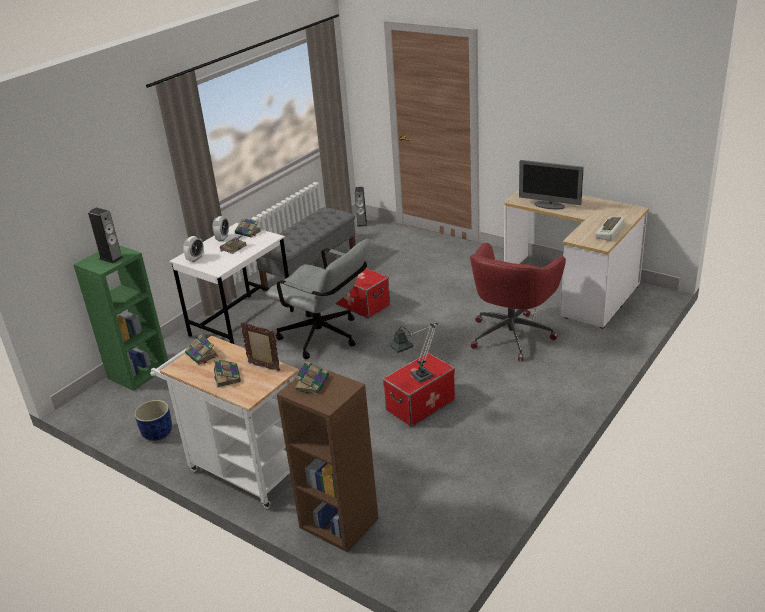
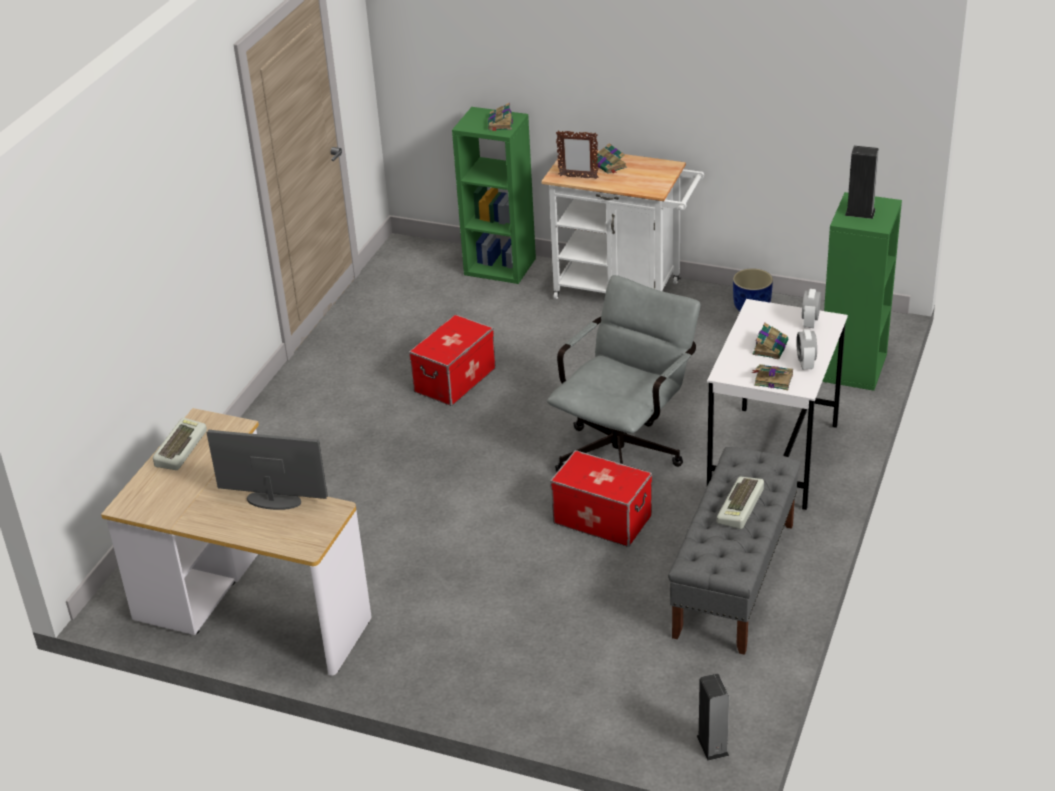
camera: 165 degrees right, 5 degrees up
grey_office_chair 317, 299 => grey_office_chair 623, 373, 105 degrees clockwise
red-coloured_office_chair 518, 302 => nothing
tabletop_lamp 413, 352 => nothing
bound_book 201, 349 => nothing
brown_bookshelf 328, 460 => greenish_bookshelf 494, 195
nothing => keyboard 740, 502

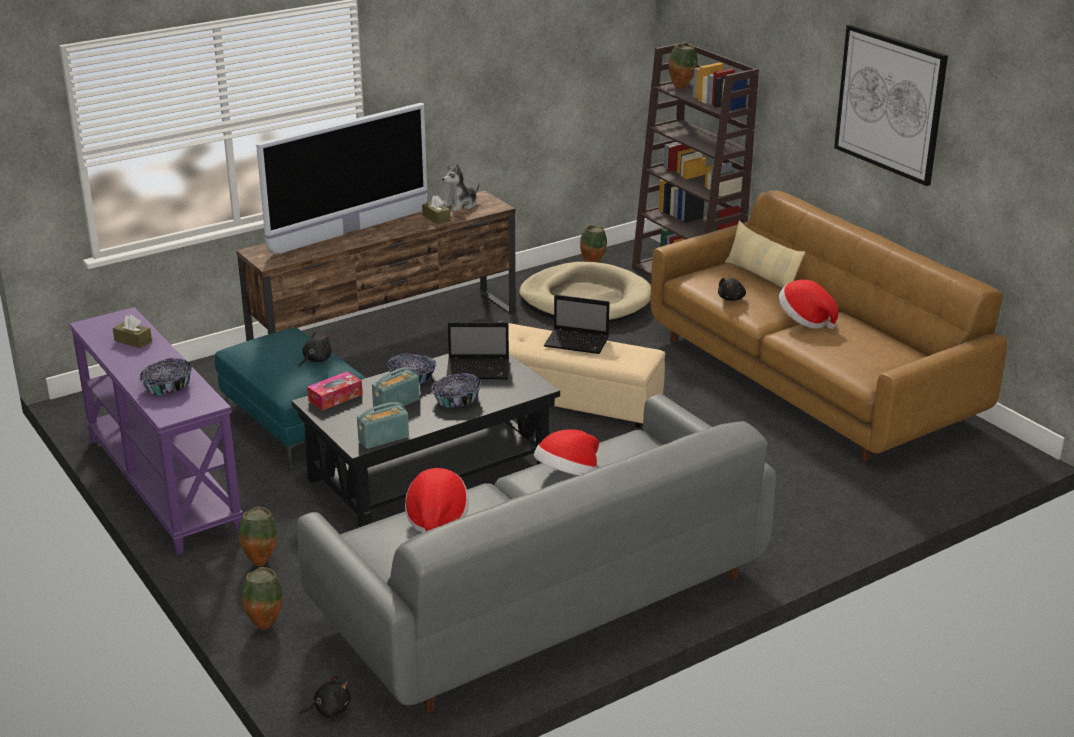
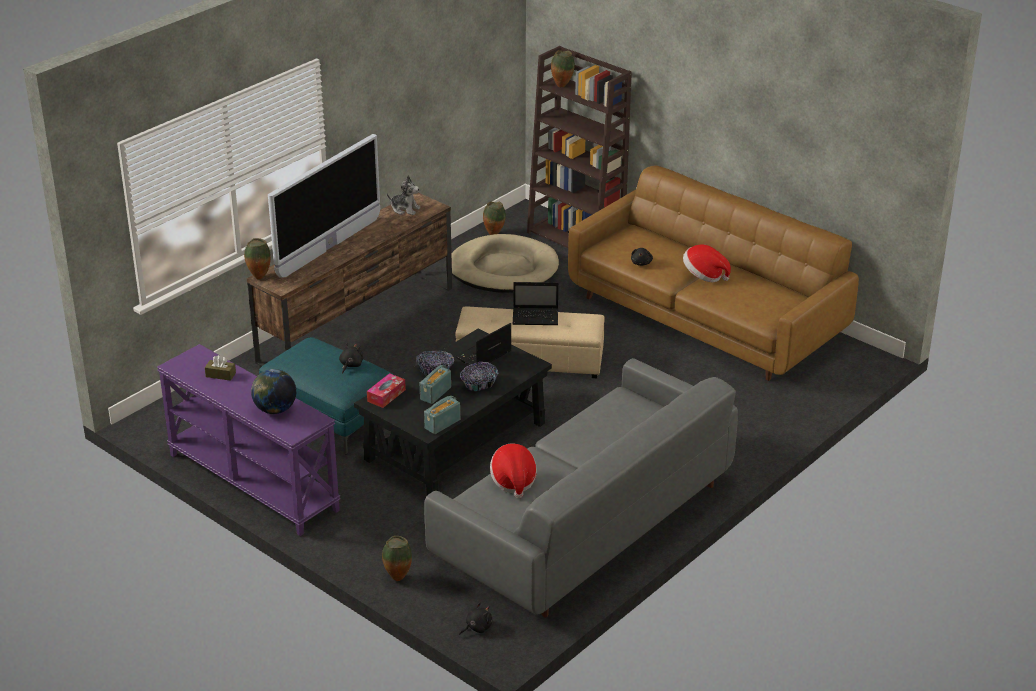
camera: 15 degrees left, 5 degrees up
wall_art 891, 105 => nothing
plush_toy 461, 188 => plush_toy 404, 195, 105 degrees counterclockwise
brown_box_of_tissues 436, 209 => nothing
beige_pillow 765, 254 => nothing
portable_computer 477, 350 => portable_computer 483, 344, 150 degrees clockwise
serving_bowl 165, 376 => globe 273, 391
hat 566, 452 => nothing
flower_vase 257, 536 => flower_vase 257, 259, relocated

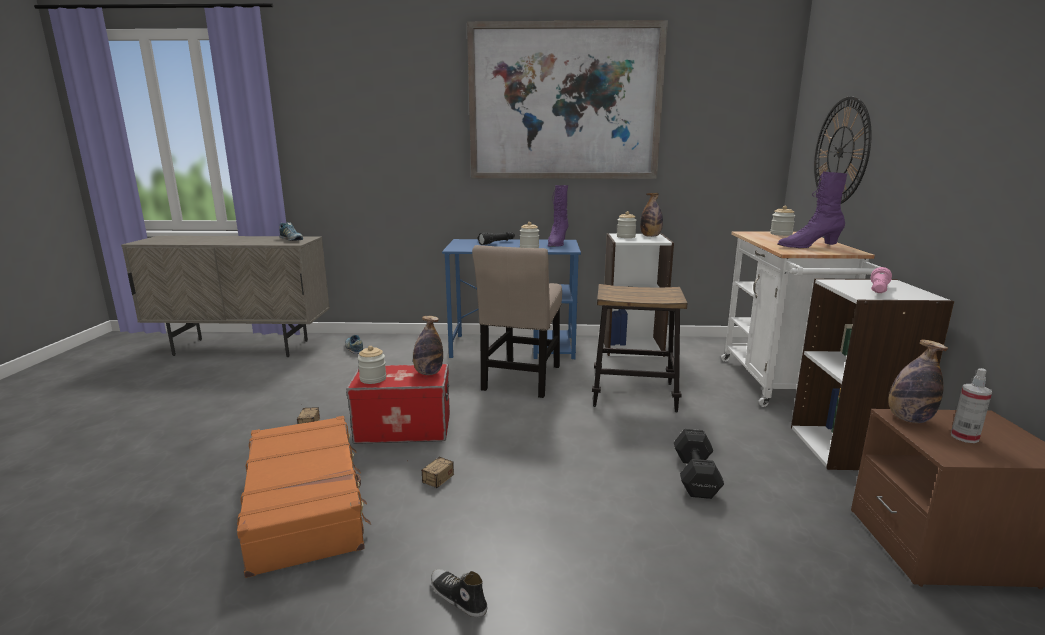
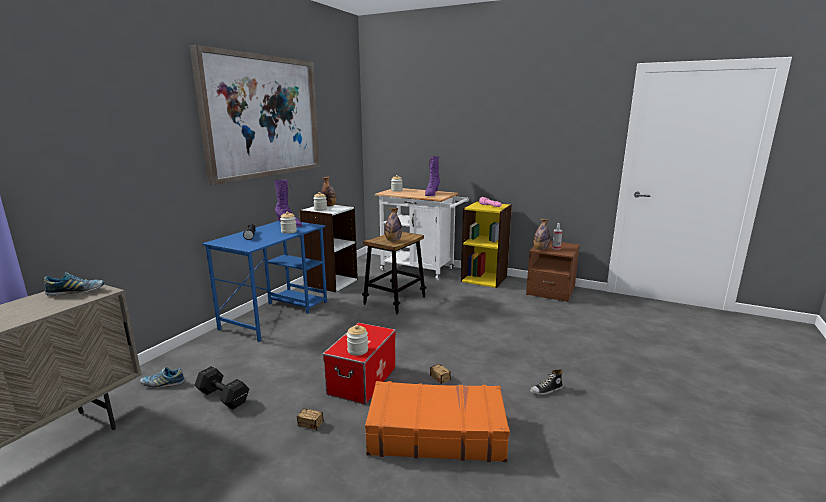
camera: 65 degrees left, 0 degrees up
clock_on_the_wall 843, 150 => nothing
beige_upright_chair 517, 321 => nothing
white-coloured_bookshelf 872, 374 => yellow-coloured_bookshelf 486, 244
beverage_bottle 428, 345 => beverage_bottle 393, 224, relocated
blackish_dumbbell 699, 464 => blackish_dumbbell 221, 388, relocated

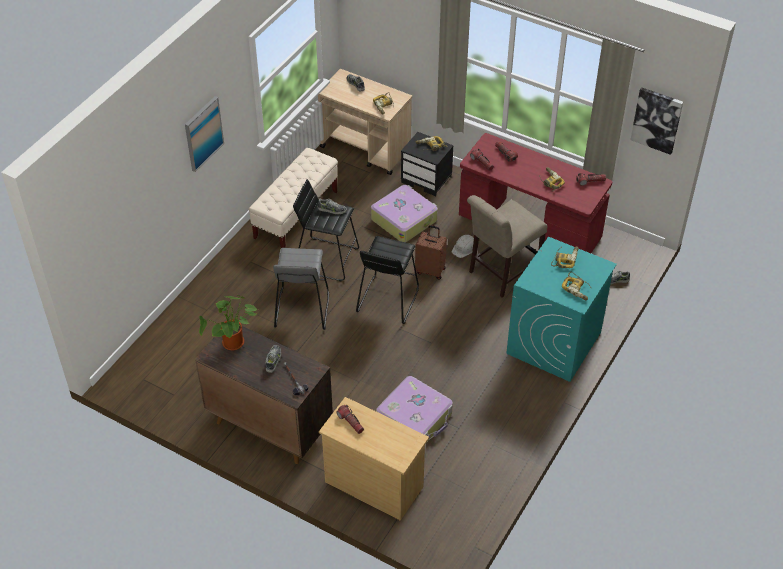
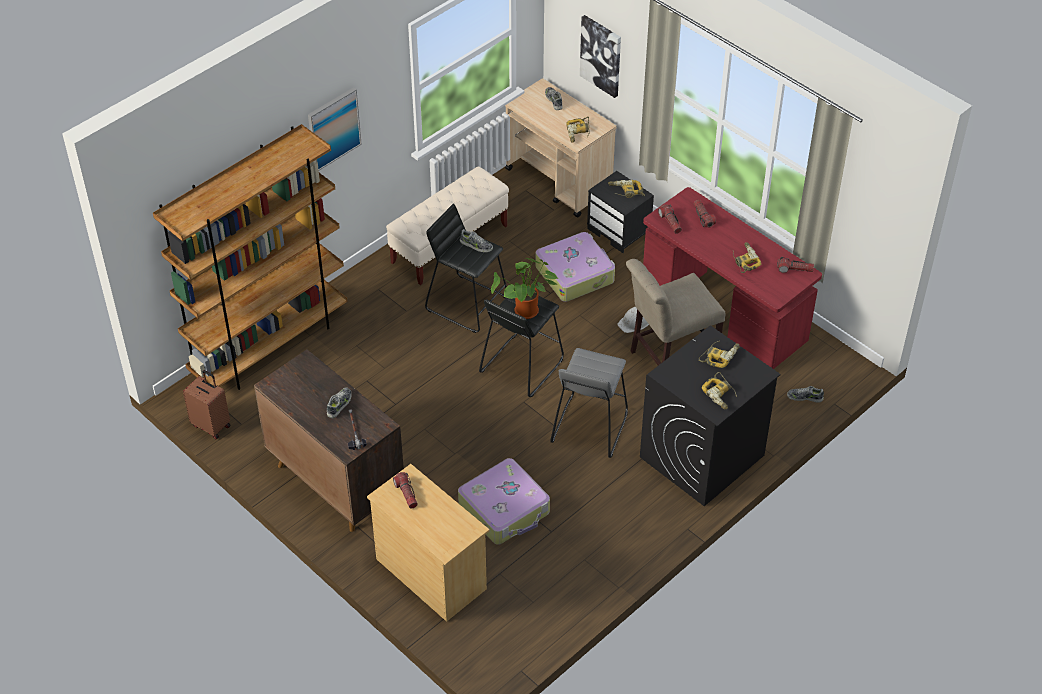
camera: 15 degrees right, 0 degrees up
wall_art 656, 121 => wall_art 600, 56, relocated
brown_piece_of_luggage 431, 252 => brown_piece_of_luggage 207, 404, relocated
turquoise-coloured_washing_machine 561, 309 => blackish_washing_machine 710, 416
grey_stool_seat 301, 289 => grey_stool_seat 589, 403, relocated
plant_in_a_pot 228, 322 => plant_in_a_pot 524, 288, relocated
nothing => brown_bookshelf 250, 257

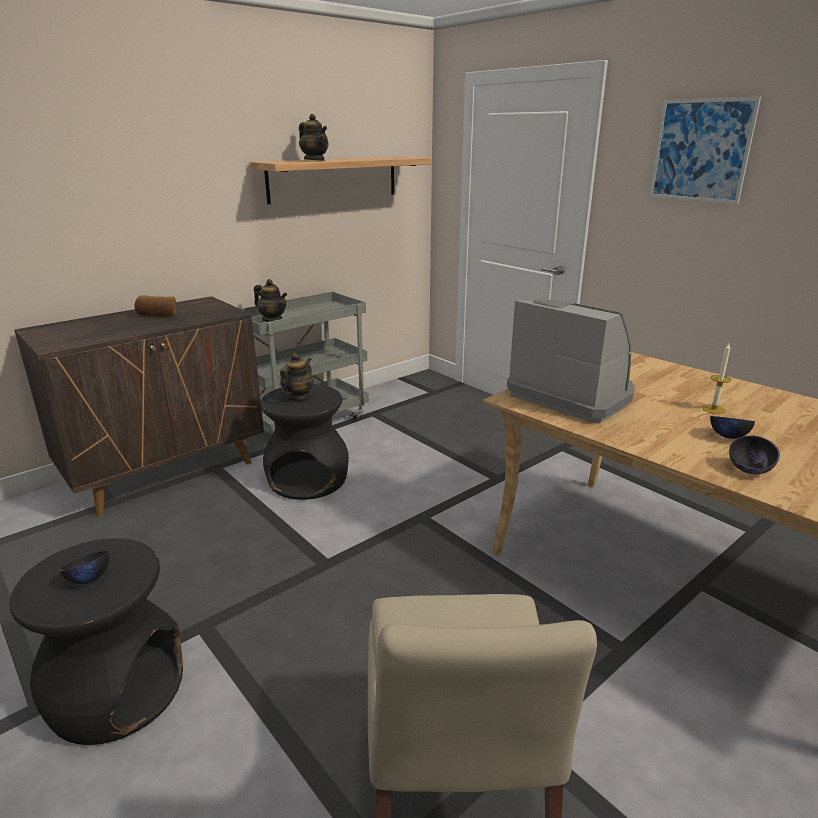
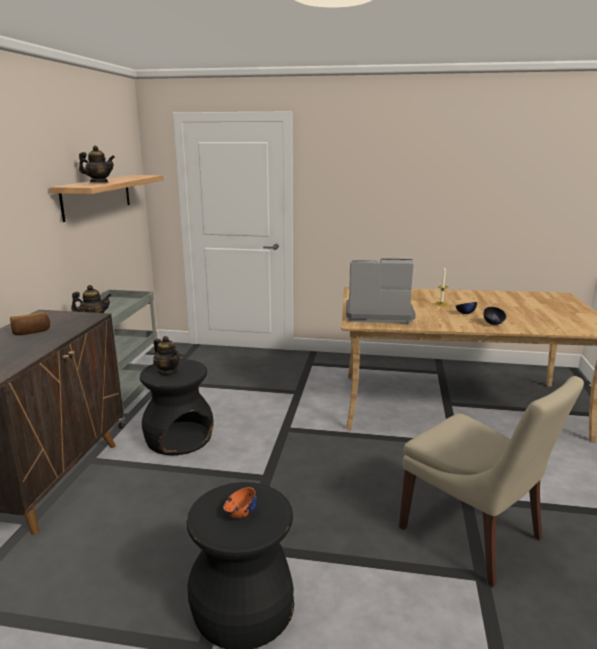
camera: 40 degrees left, 5 degrees down
wall_art 705, 150 => nothing
tea_pot 297, 377 => tea_pot 167, 355, 150 degrees clockwise
blackish_serving_bowl 84, 567 => orangey_serving_bowl 240, 502

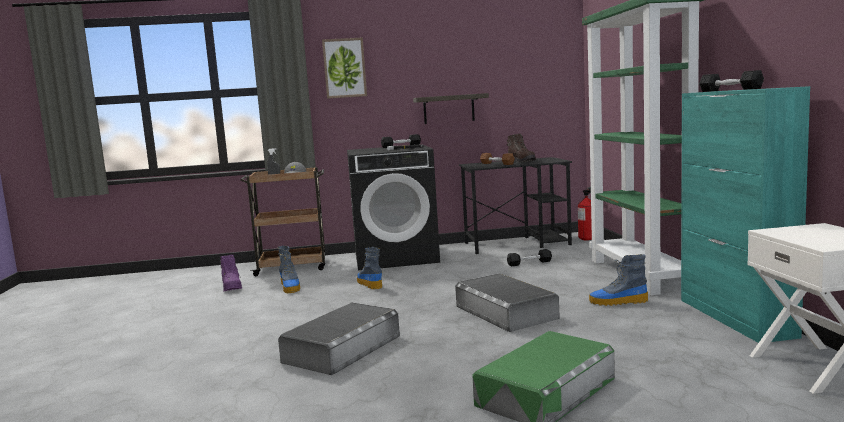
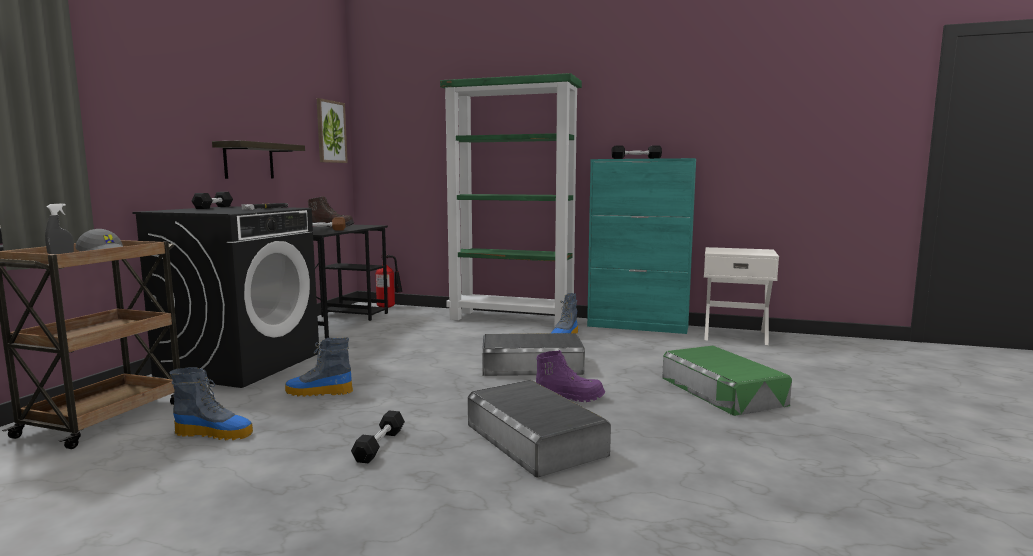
camera: 65 degrees left, 0 degrees up
wall_art 344, 68 => wall_art 332, 130, relocated
blackish_dumbbell 529, 258 => blackish_dumbbell 378, 437, relocated
purple_tall_boot 231, 272 => purple_tall_boot 570, 376, relocated

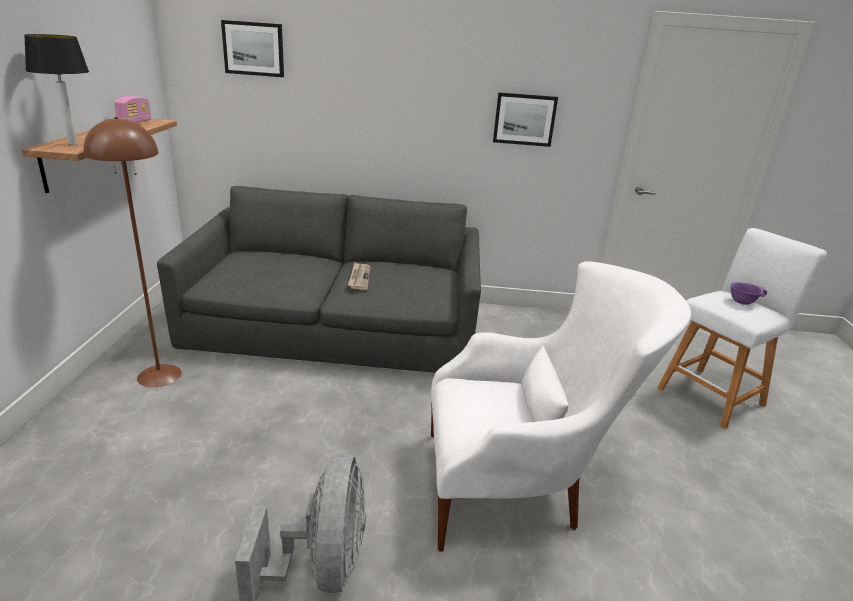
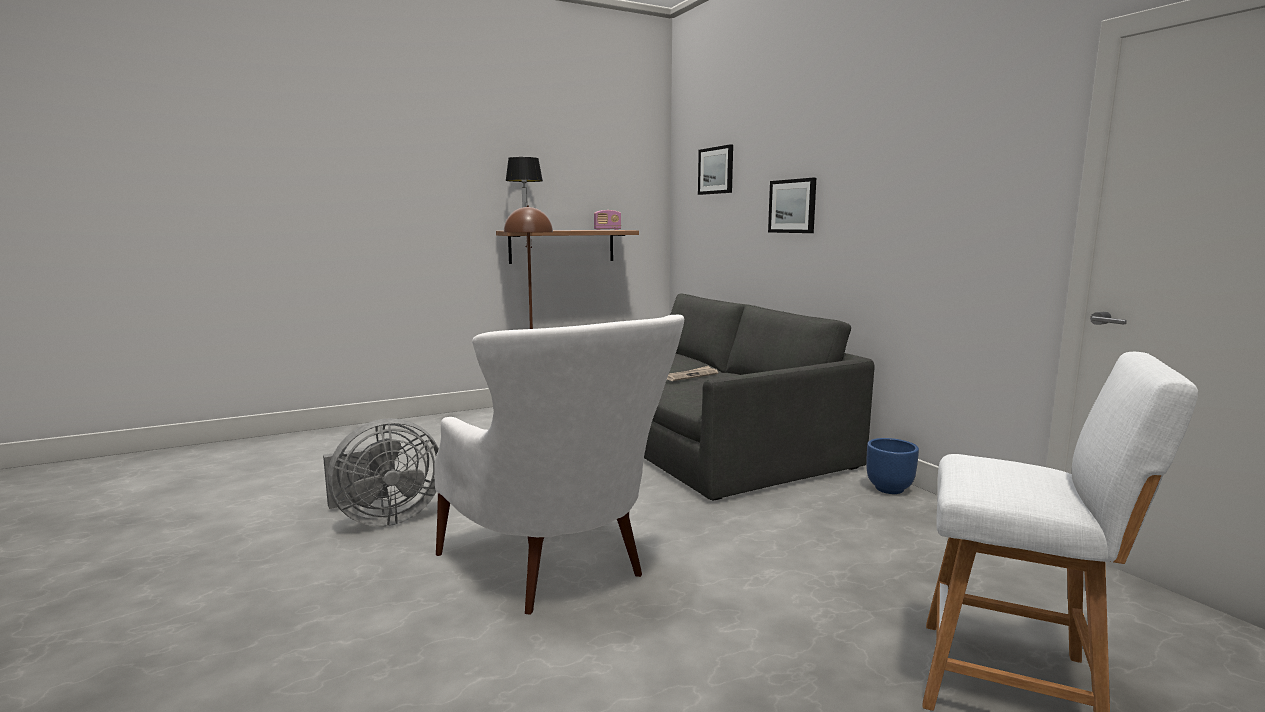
camera: 60 degrees right, 15 degrees down
wall_art 525, 119 => wall_art 792, 205, relocated
purple_serving_bowl 748, 293 => nothing
nothing => blue-coloured_plant_pot 893, 466

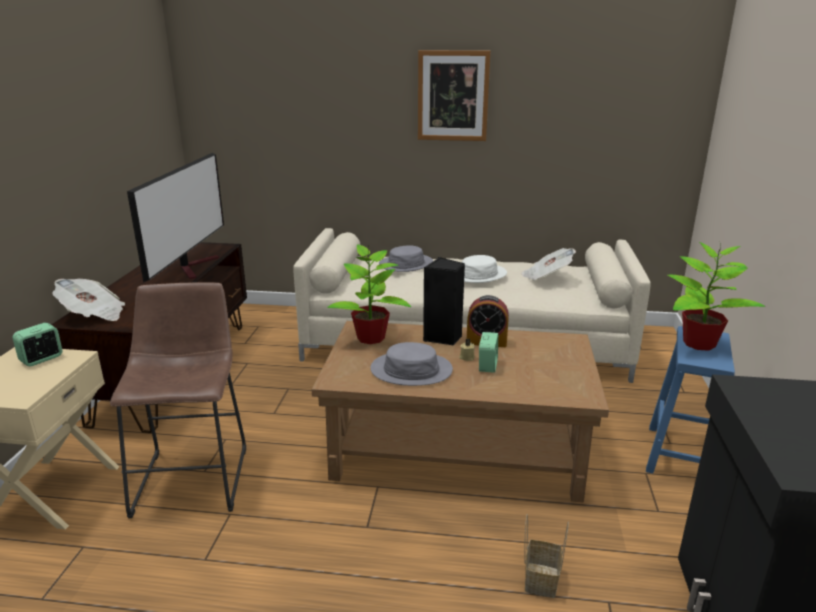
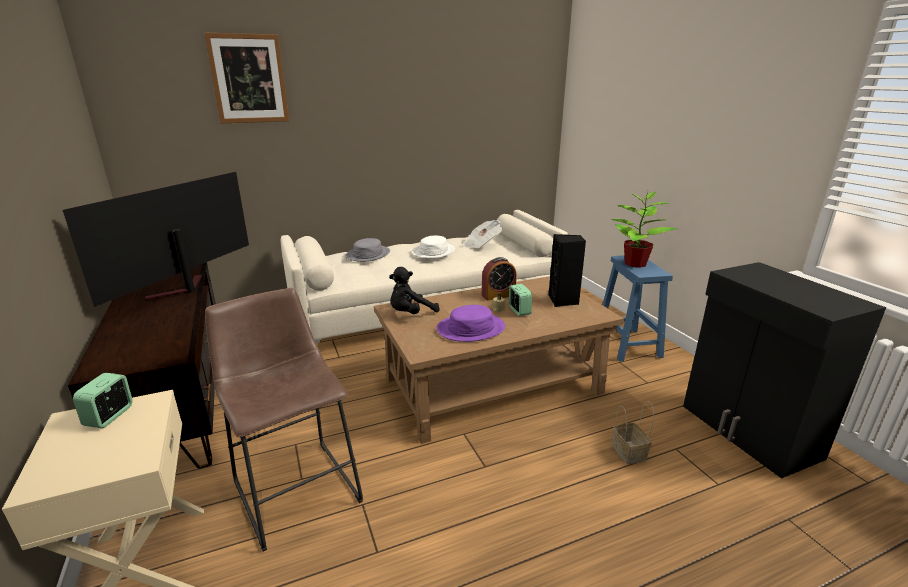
camera: 30 degrees left, 0 degrees up
wall_art 454, 95 => wall_art 246, 78, relocated
TV_set 175, 217 => TV_set 156, 239, 135 degrees counterclockwise
plant_in_a_pot 369, 294 => blackish_plush_toy 414, 290
blackish_loudspeaker 444, 301 => blackish_loudspeaker 567, 270, relocated
printed_paper 89, 300 => nothing
grey_hat 411, 364 => purple_hat 471, 323

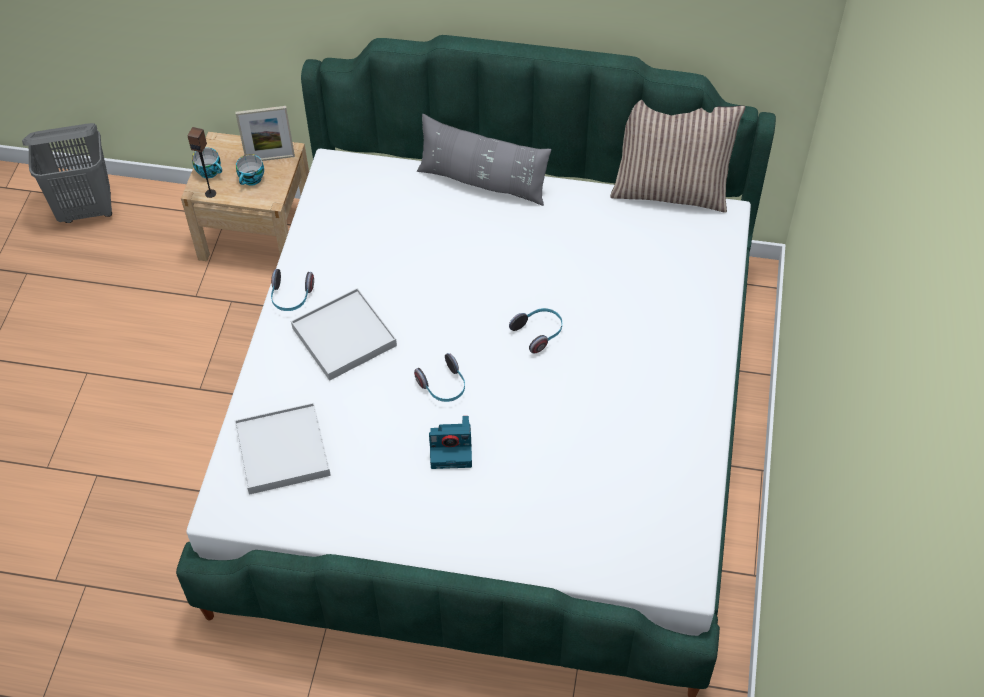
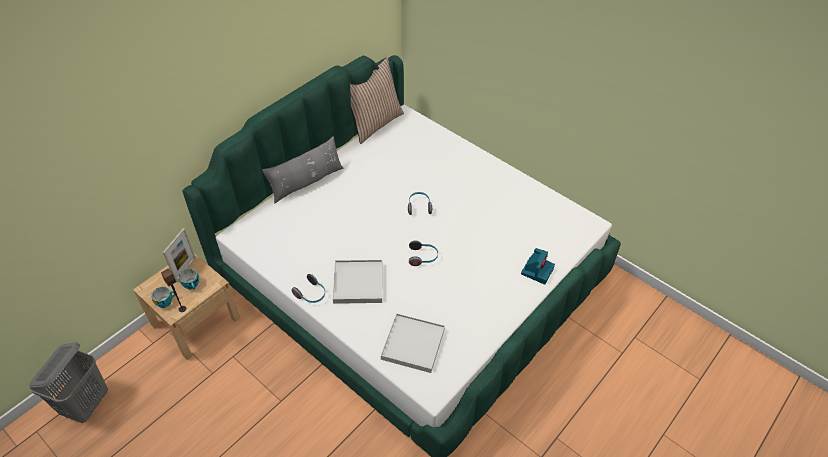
camera: 60 degrees left, 5 degrees down
still_camera 450, 442 => still_camera 538, 266, relocated

